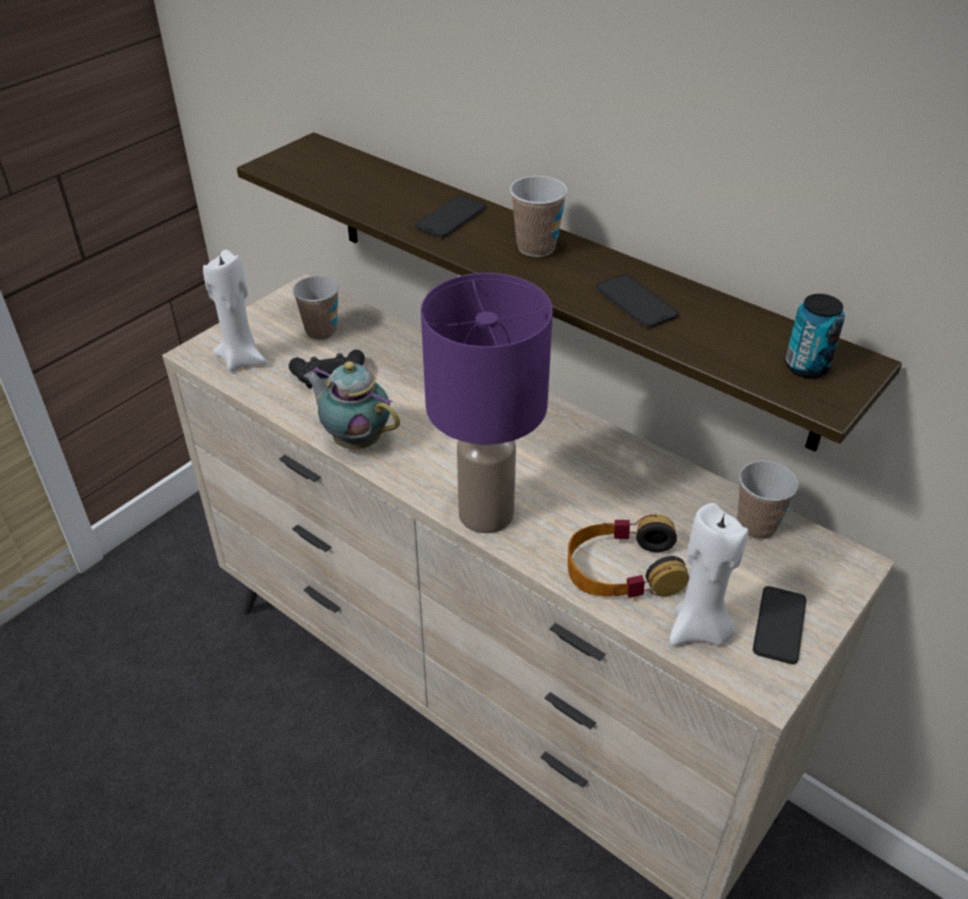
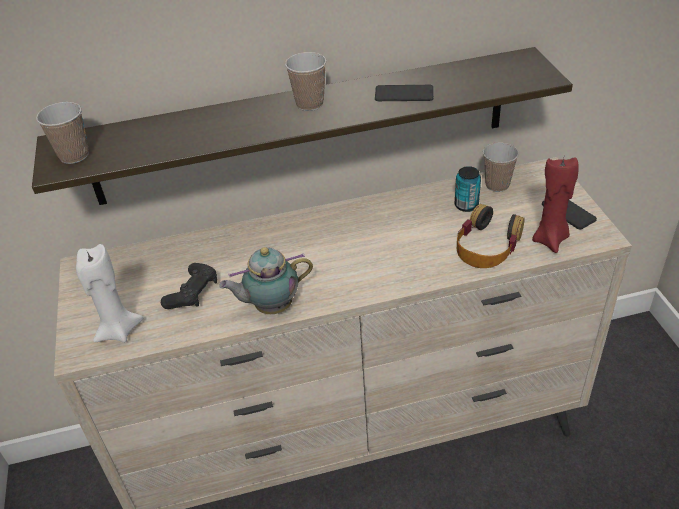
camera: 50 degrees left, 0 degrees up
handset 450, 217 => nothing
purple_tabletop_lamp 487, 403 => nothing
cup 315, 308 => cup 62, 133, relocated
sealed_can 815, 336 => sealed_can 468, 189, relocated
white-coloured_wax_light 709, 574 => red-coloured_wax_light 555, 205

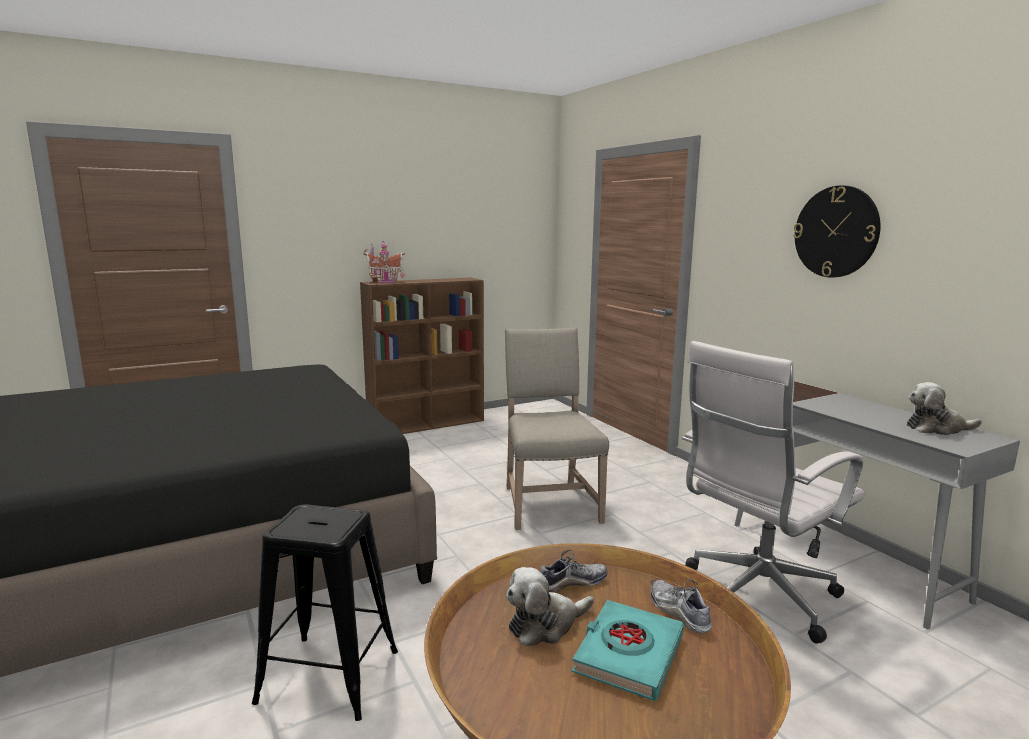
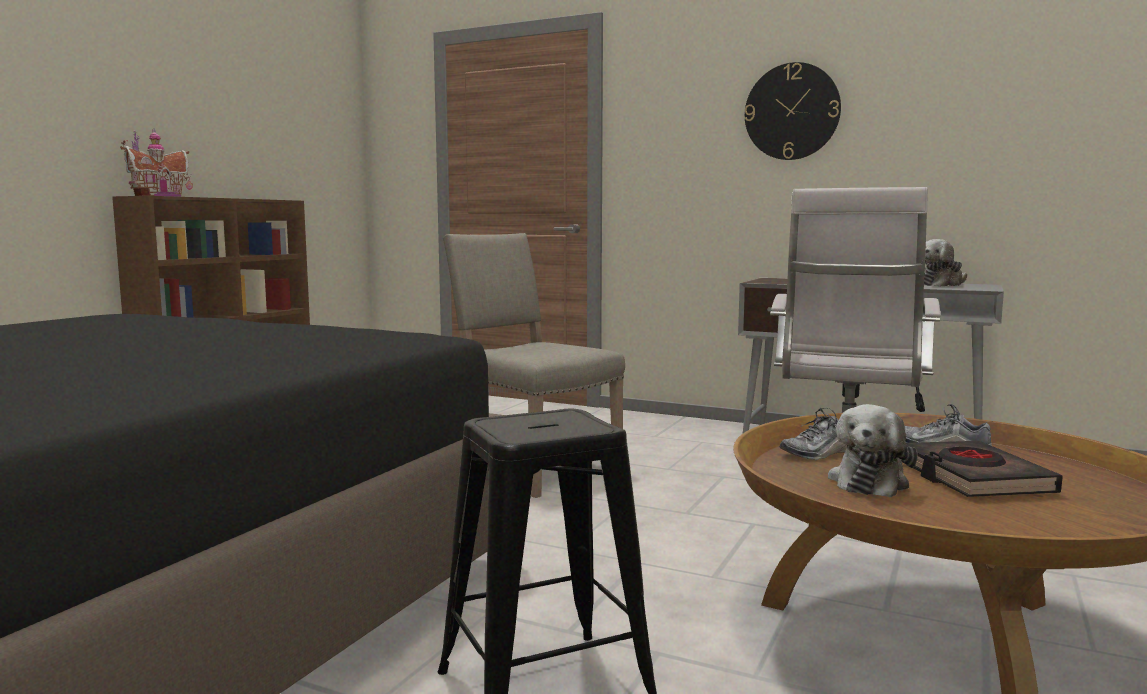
camera: 35 degrees left, 5 degrees down
item_of_footwear 573, 571 => item_of_footwear 813, 434, 150 degrees counterclockwise
turquoise-coloured_bound_book 627, 650 => blackish_bound_book 982, 469

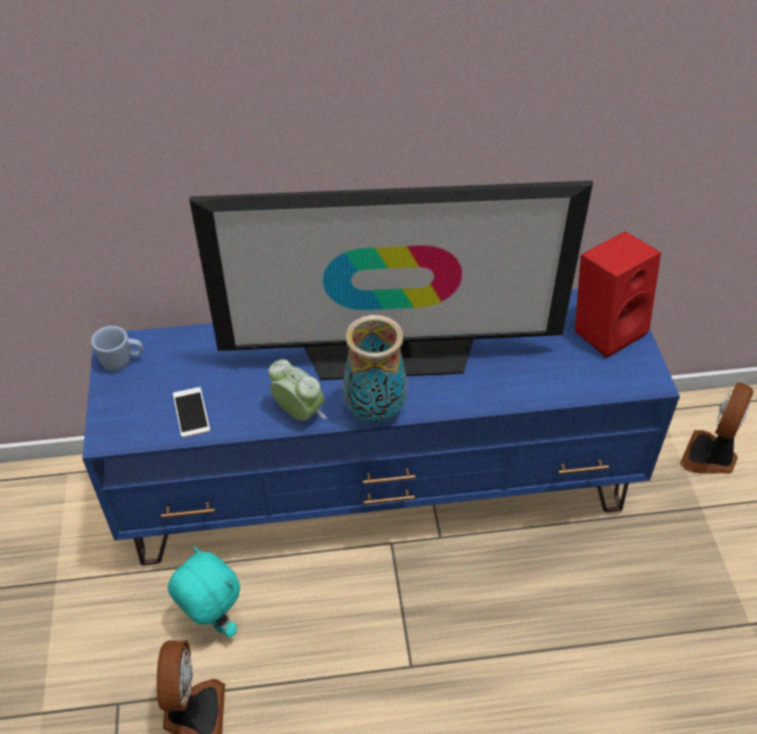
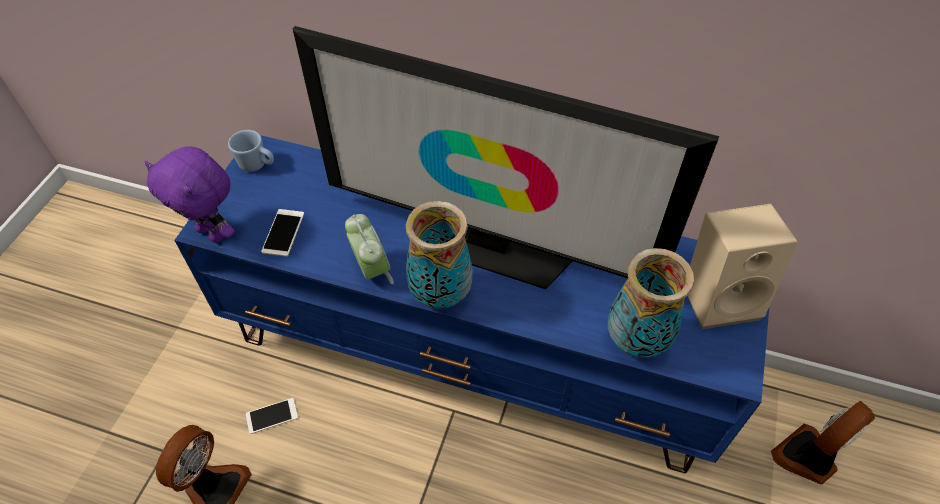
camera: 25 degrees right, 5 degrees up
red-coloured_loudspeaker 618, 294 => beige_loudspeaker 742, 266
turquoise-coloured_plush_toy 204, 592 => handset 272, 416
nothing => purple_plush_toy 190, 194
nothing => flower_vase 651, 303

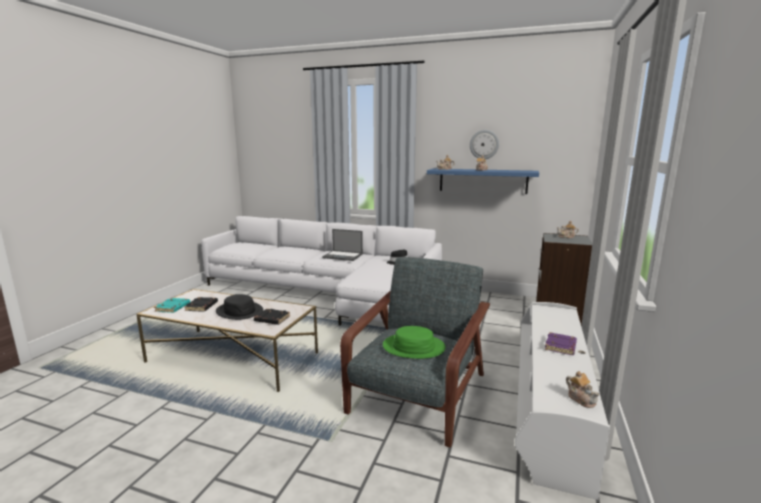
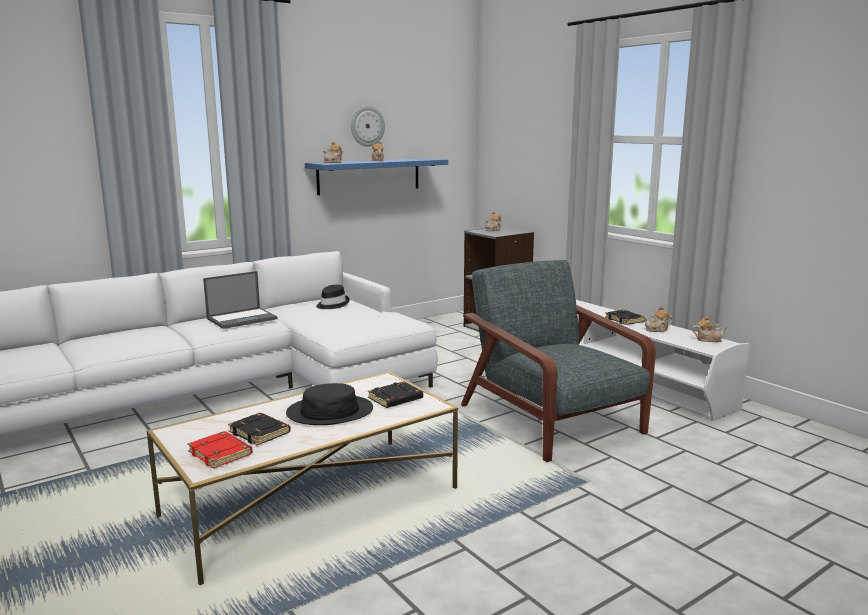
camera: 55 degrees left, 0 degrees up
turquoise-coloured_bound_book 172, 305 => red-coloured_bound_book 220, 450
greenish_hat 414, 342 => nothing
purple_bound_book 561, 343 => blackish_bound_book 625, 317
nothing => tea_pot 658, 319

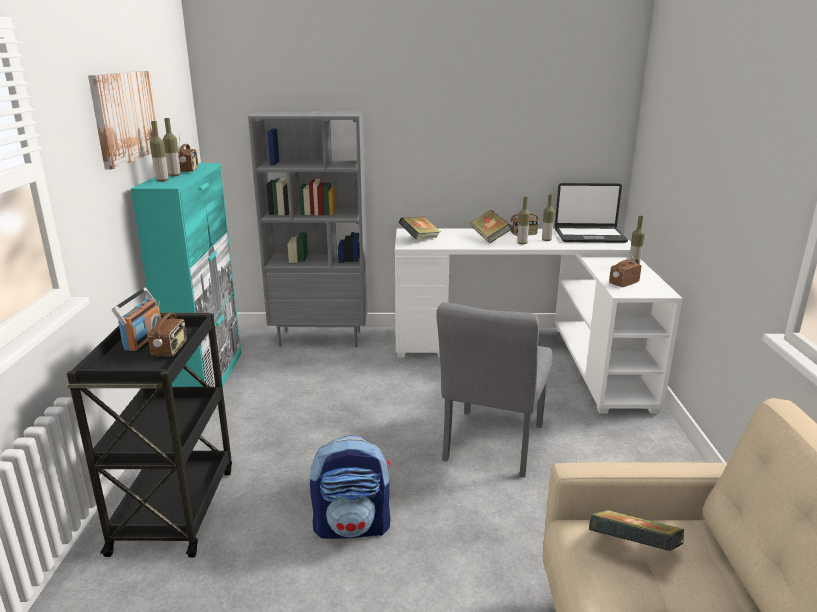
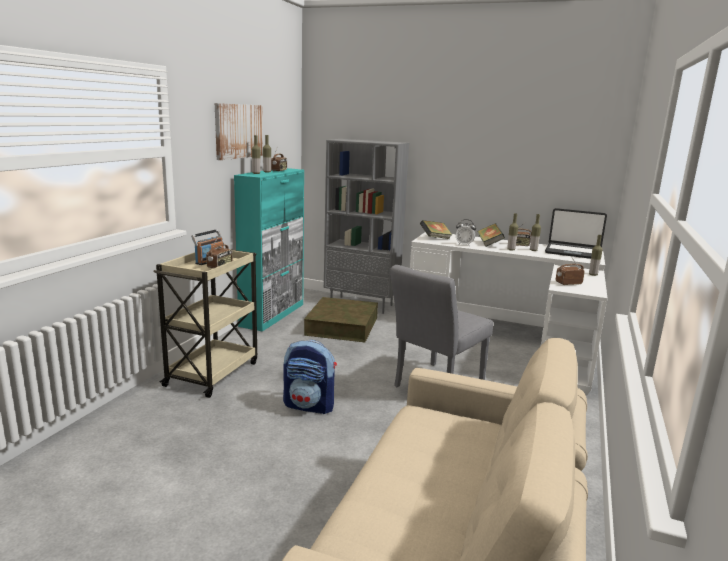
camera: 20 degrees right, 5 degrees down
blackish_trolley 149, 435 => beige_trolley 205, 324
bound_book 636, 530 => nothing
nothing => bedside_clock 466, 233
nothing => brown_storage_bin 341, 320

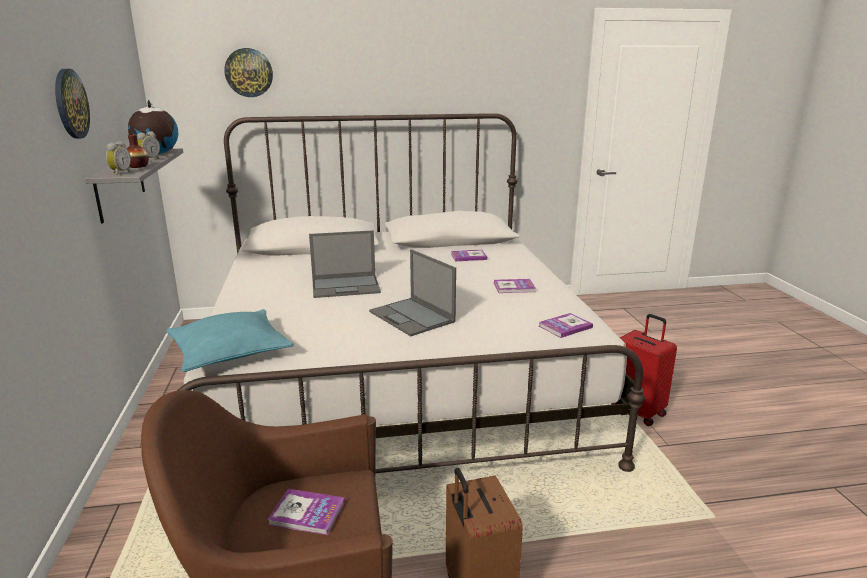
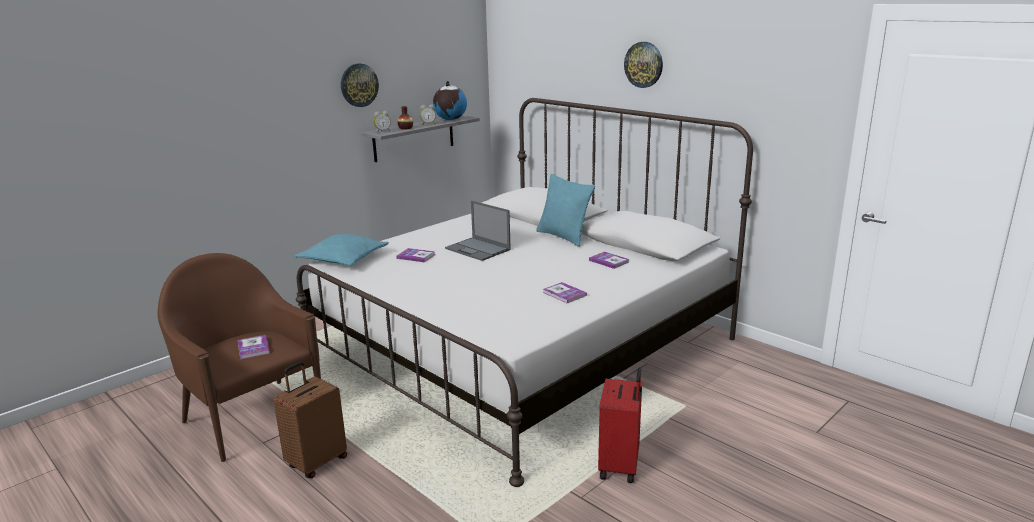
camera: 55 degrees right, 0 degrees up
clock_on_the_wall 248, 72 => clock_on_the_wall 643, 65, relocated
portable_computer 412, 292 => nothing
bound_book 566, 325 => bound_book 416, 255, relocated
nothing => turquoise-coloured_pillow 565, 210

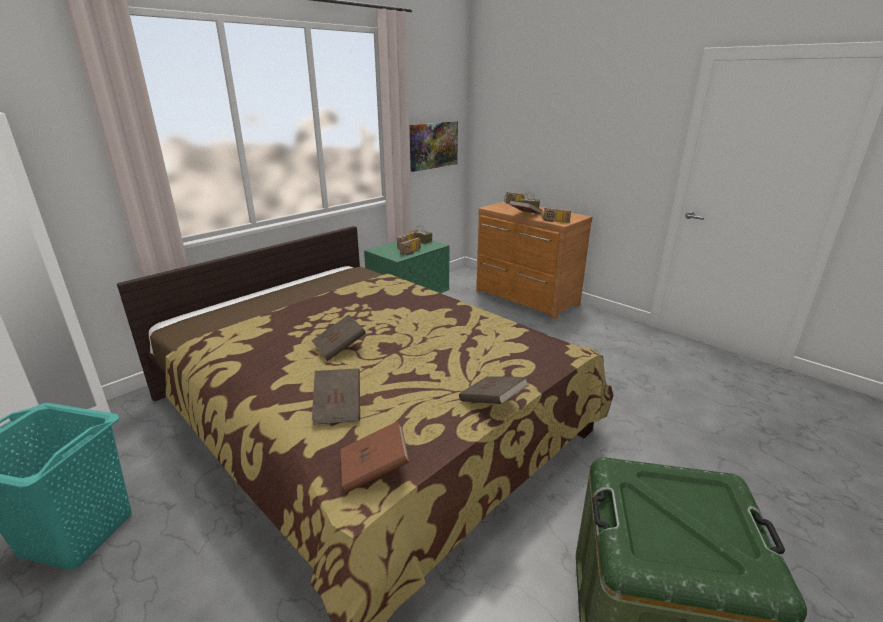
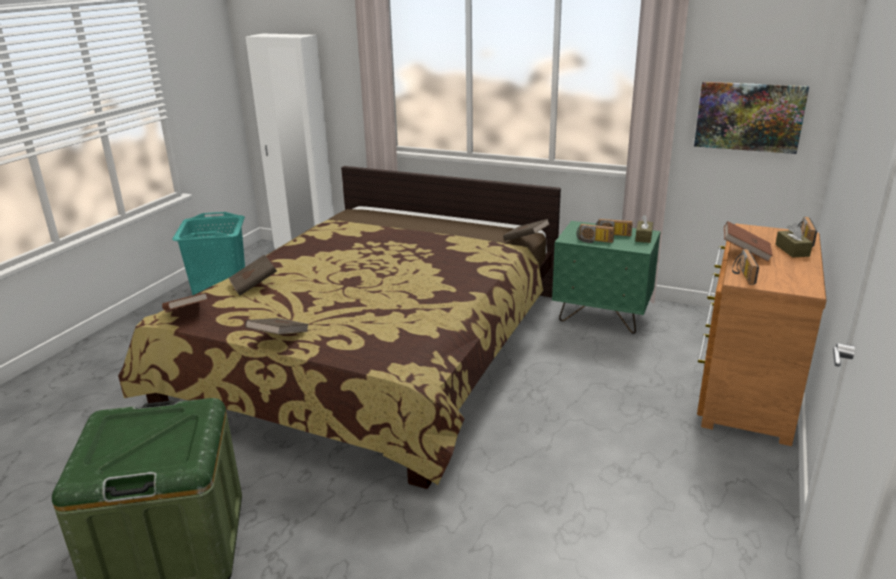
camera: 70 degrees right, 0 degrees up
brown_bound_book 338, 338 => brown_bound_book 526, 230, relocated

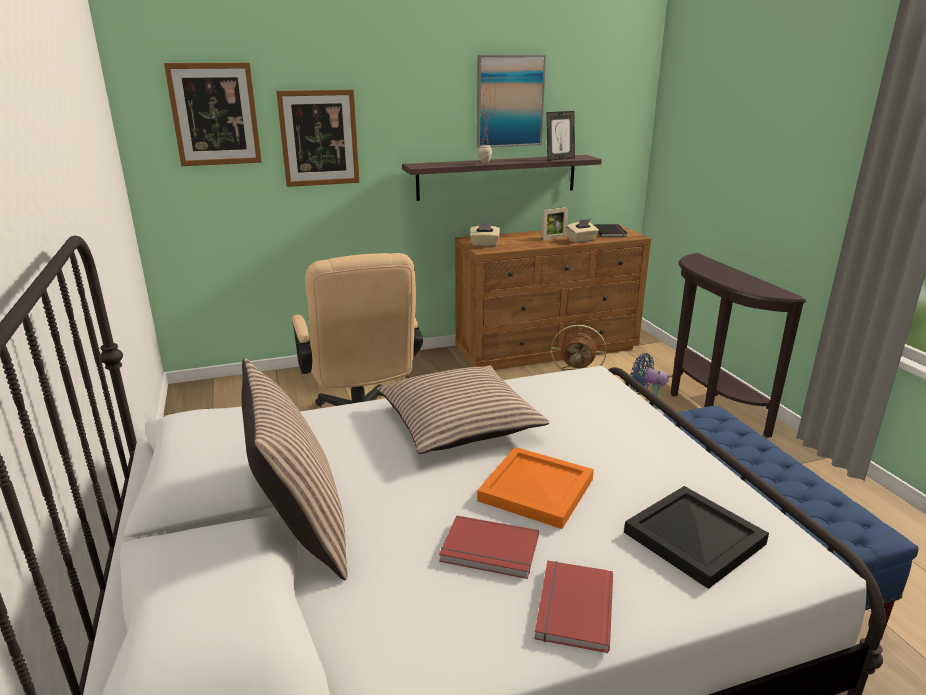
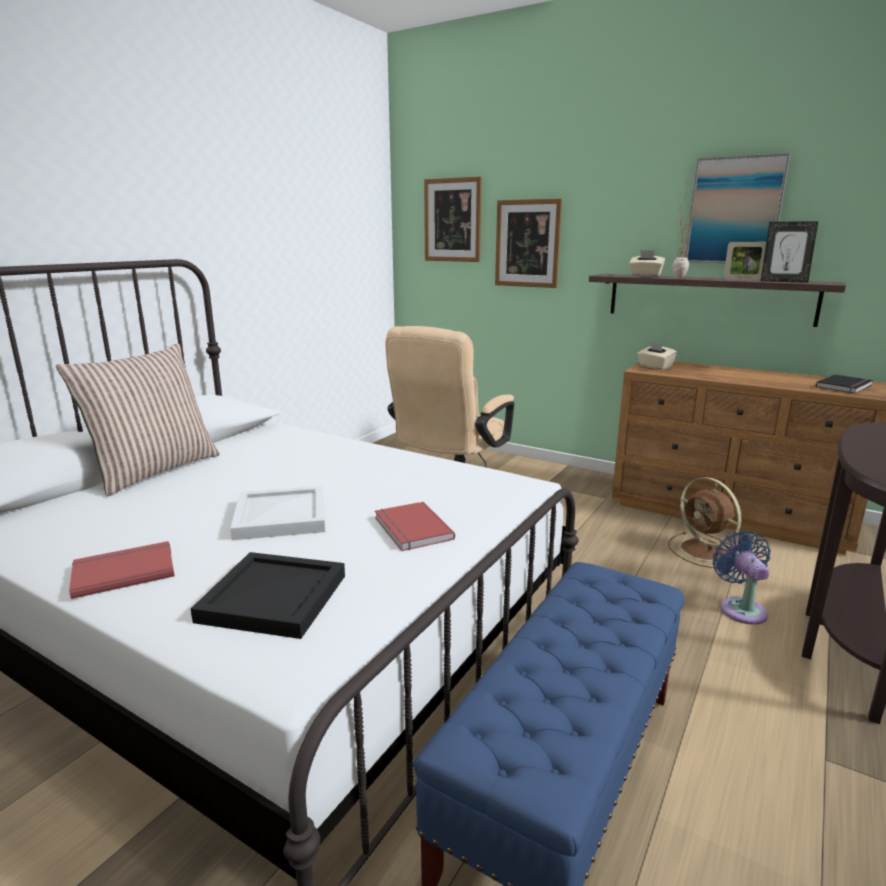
camera: 50 degrees right, 5 degrees down
photo_frame 554, 223 => photo_frame 745, 260, relocated
beige_box_of_tissues 582, 231 => beige_box_of_tissues 647, 263, relocated
pillow 463, 410 => nothing
orangey_carrying_tray 535, 488 => white-coloured_carrying_tray 277, 513
red-coloured_bound_book 489, 547 => red-coloured_bound_book 415, 526, relocated

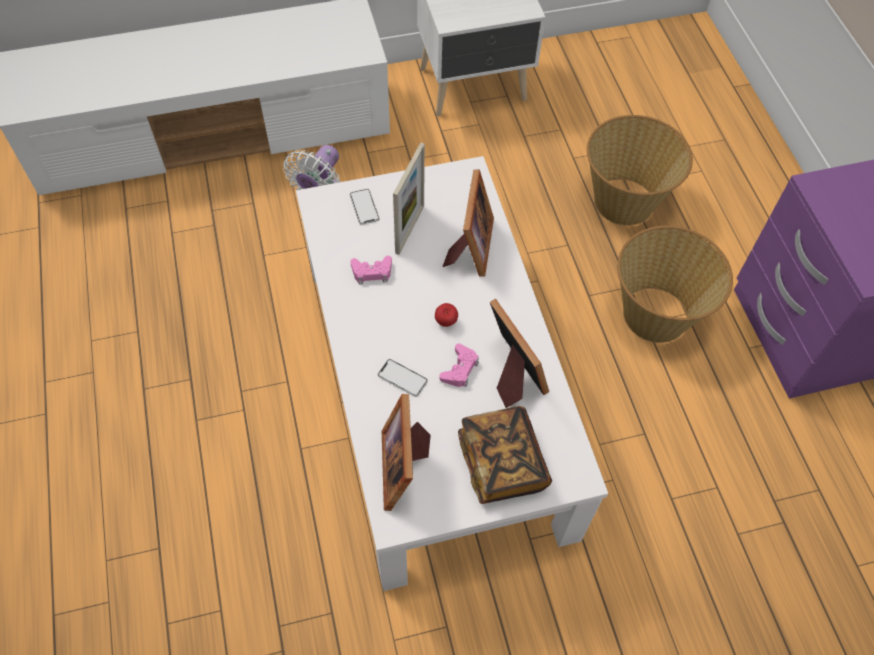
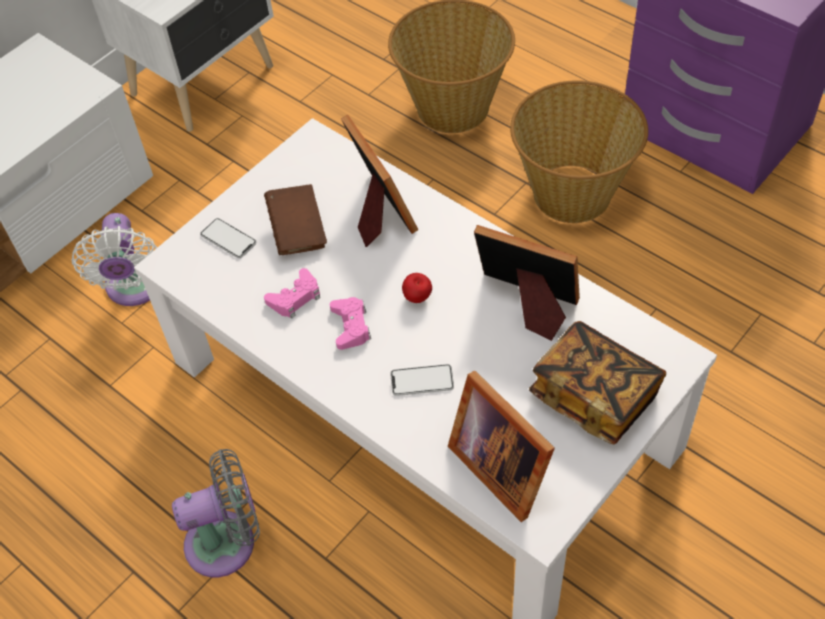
camera: 30 degrees left, 5 degrees down
photo_frame 409, 198 => brown_bound_book 295, 219
pinkish_joypad 459, 365 => pinkish_joypad 350, 323, relocated
nothing => grey_electric_fan 216, 513

